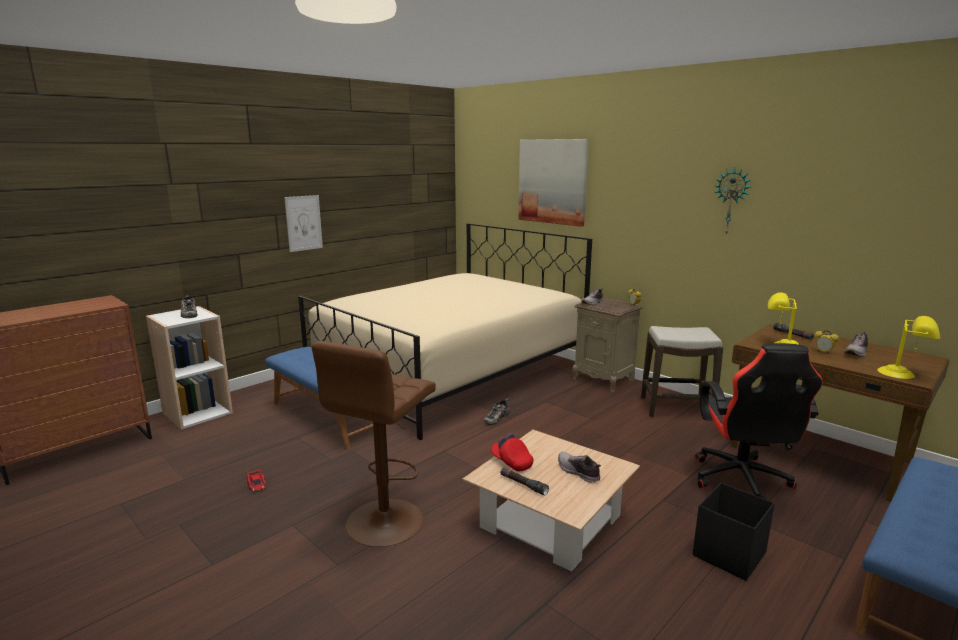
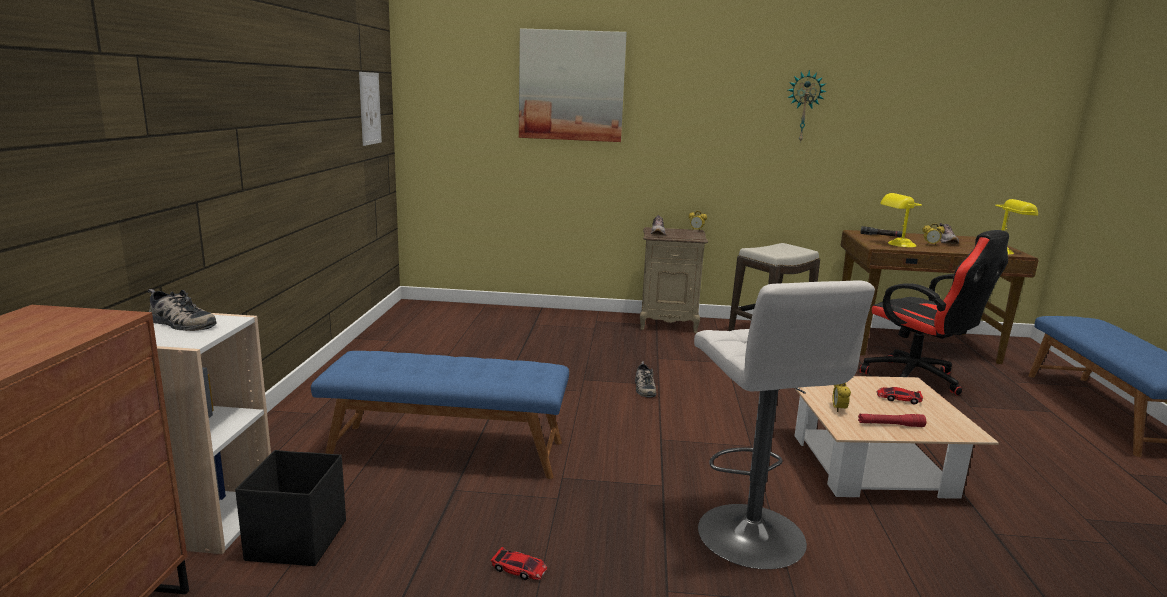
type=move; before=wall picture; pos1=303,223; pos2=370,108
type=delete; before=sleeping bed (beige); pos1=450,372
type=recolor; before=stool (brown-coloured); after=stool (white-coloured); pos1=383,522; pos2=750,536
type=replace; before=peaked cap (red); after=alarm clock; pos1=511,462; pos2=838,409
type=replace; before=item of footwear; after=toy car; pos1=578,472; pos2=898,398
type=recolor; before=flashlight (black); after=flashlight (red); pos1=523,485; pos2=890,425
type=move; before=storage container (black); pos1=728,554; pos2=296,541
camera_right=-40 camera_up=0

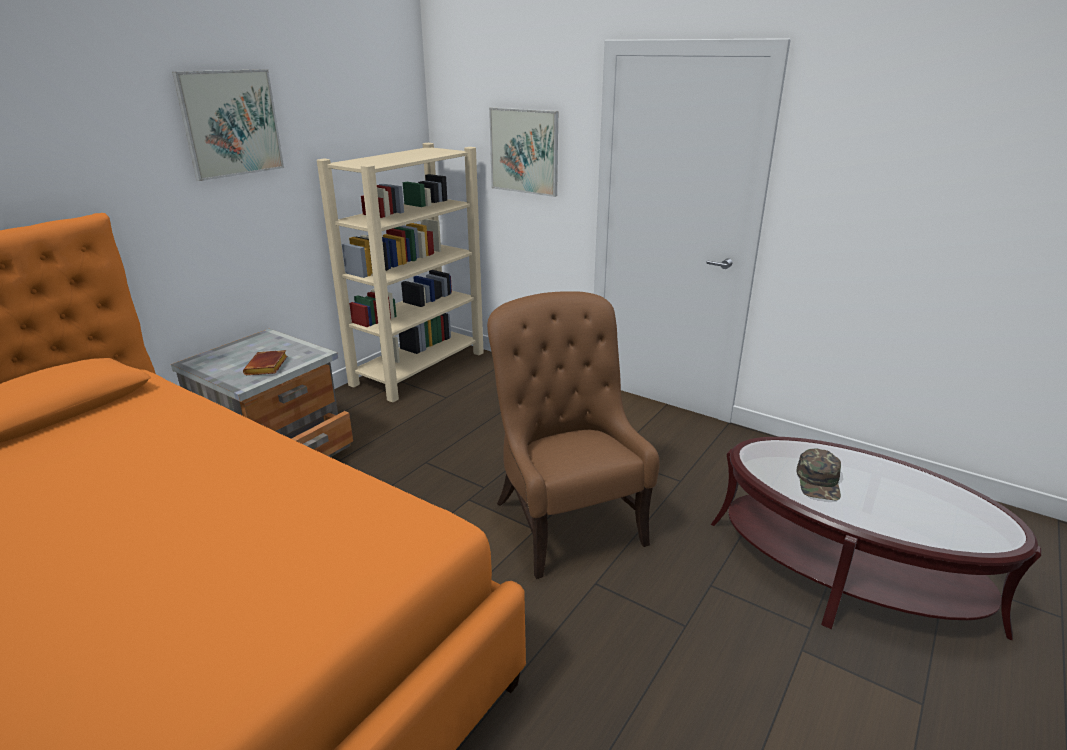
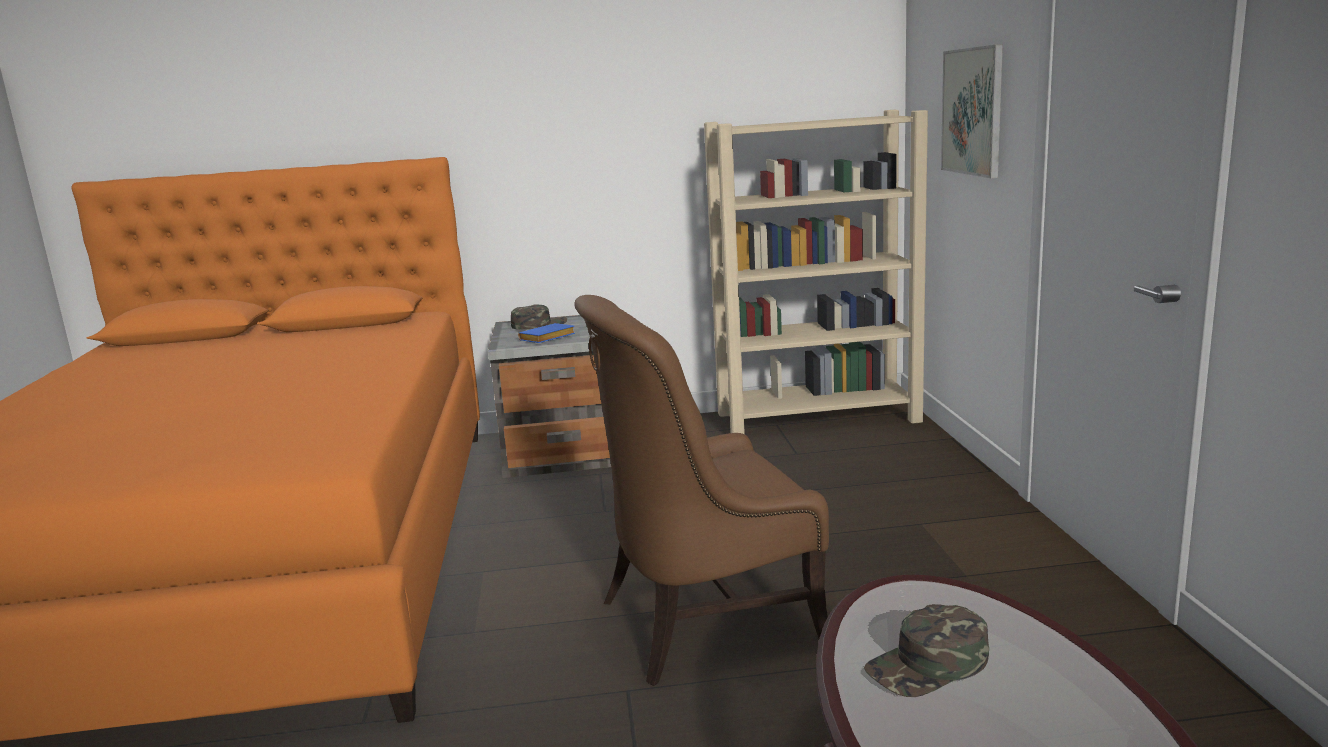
type=delete; before=wall picture; pos1=231,123
type=rotate; before=upright chair (brown-coloured); pos1=566,522; pos2=705,620; turn=-135
type=recolor; before=bound book (brown-coloured); after=bound book (blue-coloured); pos1=267,367; pos2=547,339
type=insert; after=peaked cap (green-coloured); pos2=539,324
camera_right=50 camera_up=-10

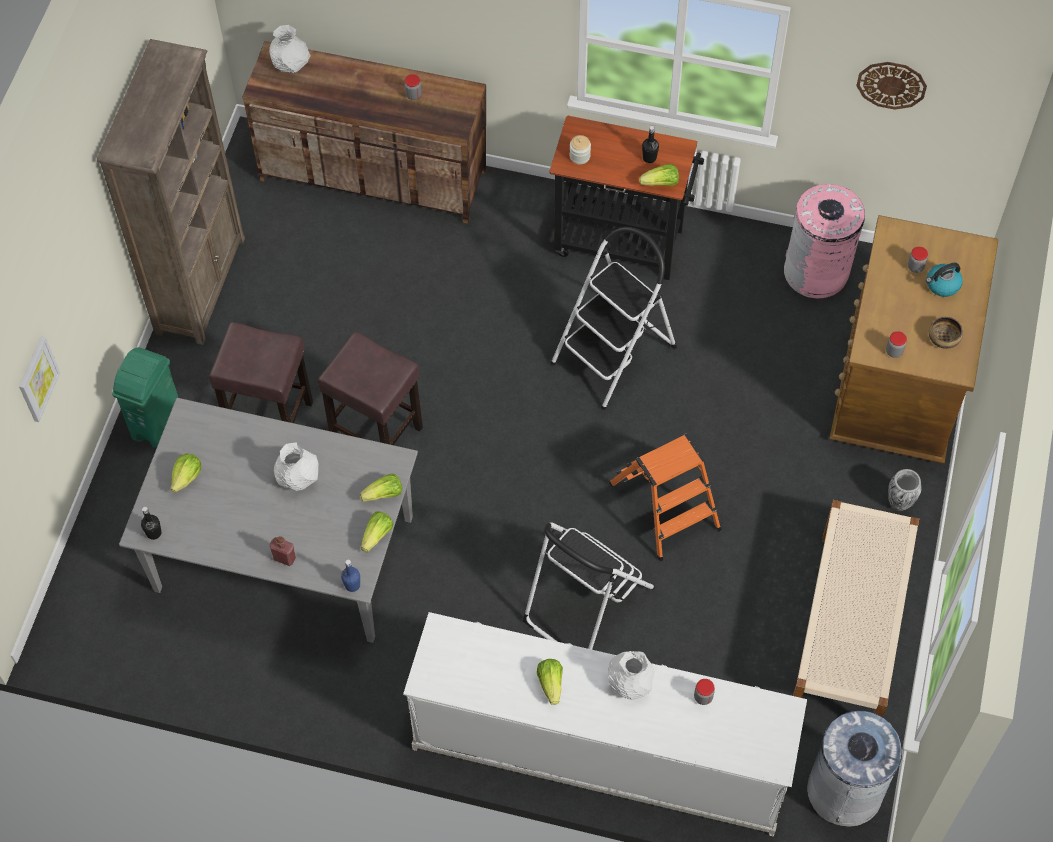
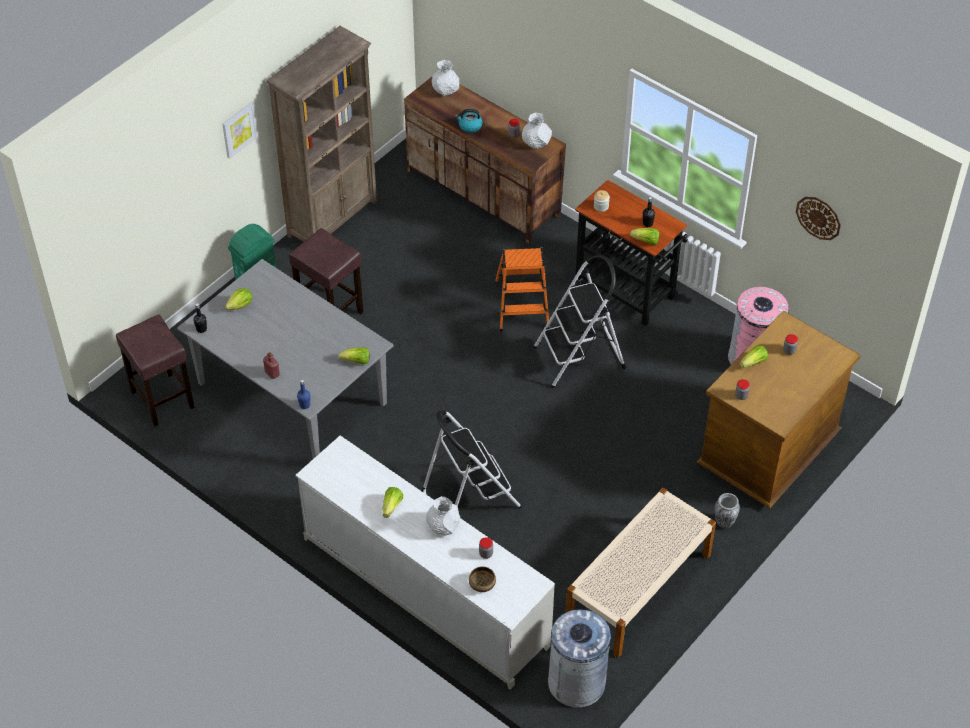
type=move; before=water kettle; pos1=942,285; pos2=469,126
type=move; before=serving bowl; pos1=943,338; pos2=482,584
type=move; before=stool (brown-coloured); pos1=378,434; pos2=163,400
type=move; before=wall picture; pos1=37,379; pos2=239,129
type=move; before=step ladder (orange-coloured); pos1=664,506; pos2=522,304
type=move; before=vase (white-coloured); pos1=299,478; pos2=537,143
type=move; before=lettuce; pos1=377,535; pos2=753,362
camera_right=25 camera_up=-10

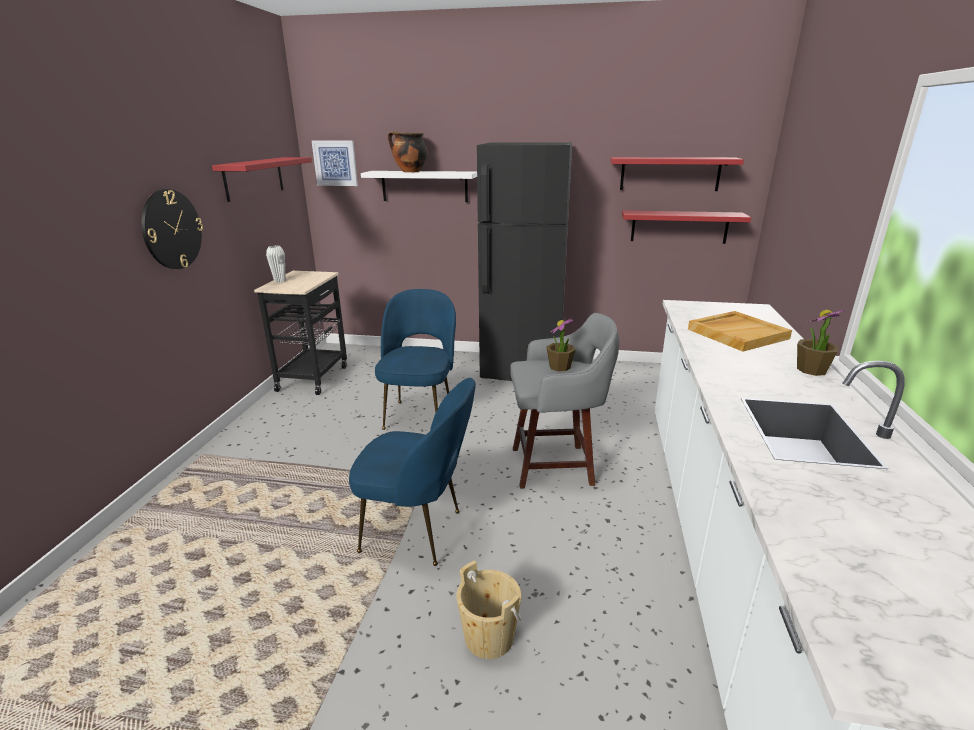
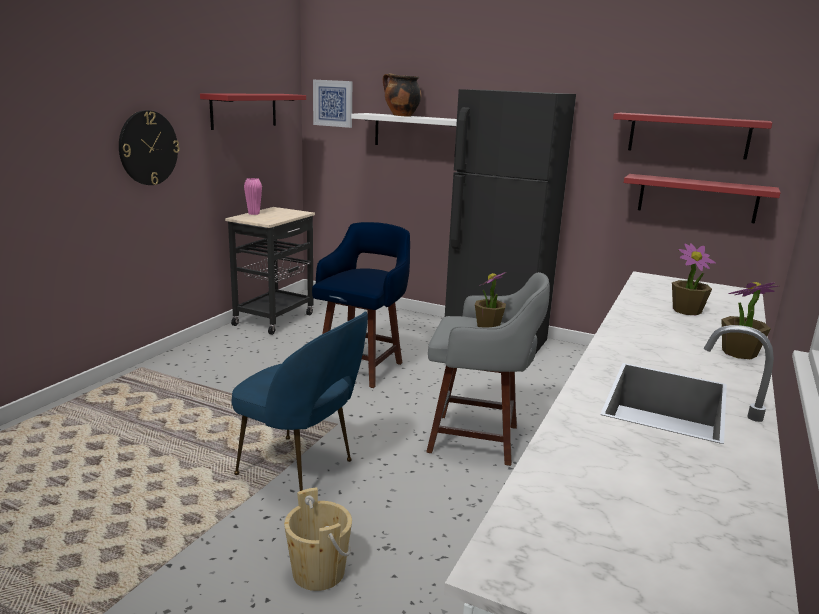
type=recolor; before=vase (white-coloured); after=vase (pinkish); pos1=280,281; pos2=254,213
type=replace; before=upright chair (blue-coloured); after=stool (blue-coloured); pos1=420,414; pos2=362,367
type=replace; before=serving tray (beige); after=houseplant; pos1=737,333; pos2=687,310
camera_right=15 camera_up=-5

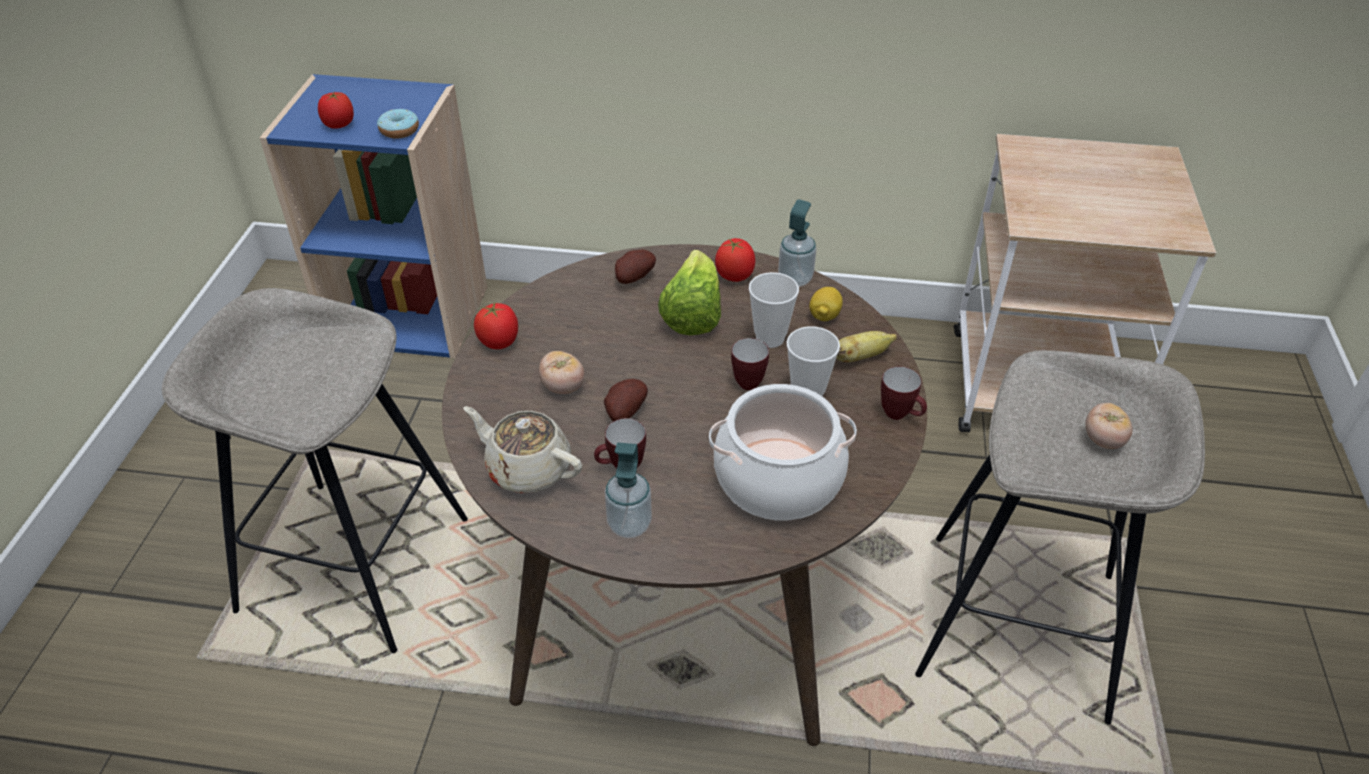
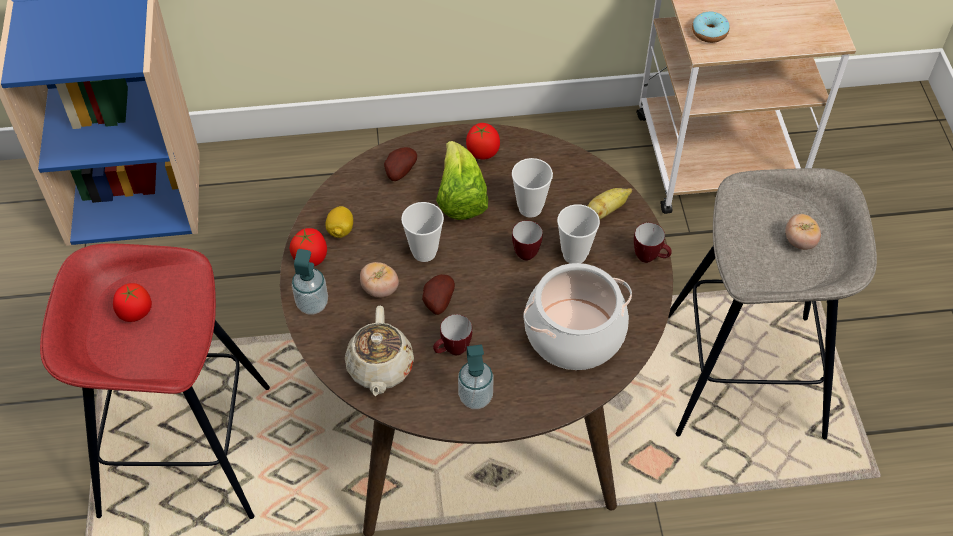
type=move; before=fresh tomato; pos1=339,125; pos2=135,313
type=move; before=ring doughnut; pos1=399,131; pos2=709,32
type=move; before=soap bottle; pos1=795,279; pos2=312,304
type=move; before=whole lemon; pos1=824,316; pos2=340,230
type=recolor; before=stool (greyish); after=stool (red); pos1=355,563; pos2=185,449
type=rotate; before=pot for tea (beige); pos1=527,468; pos2=380,368; turn=-105
type=insert; after=small cup; pos2=424,252
camera_right=-15 camera_up=10

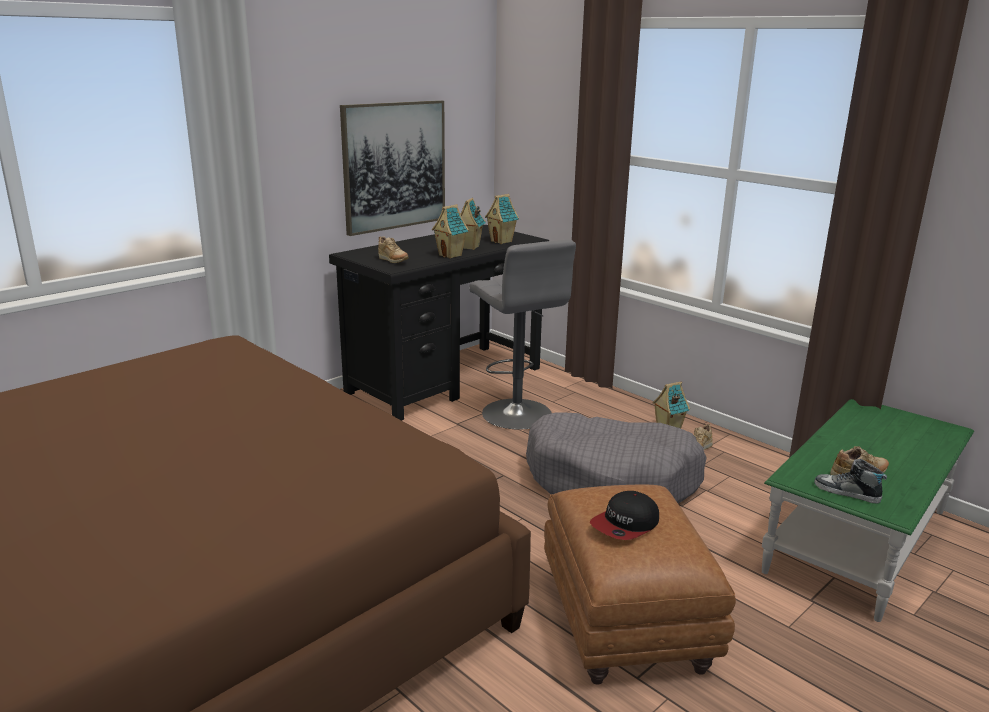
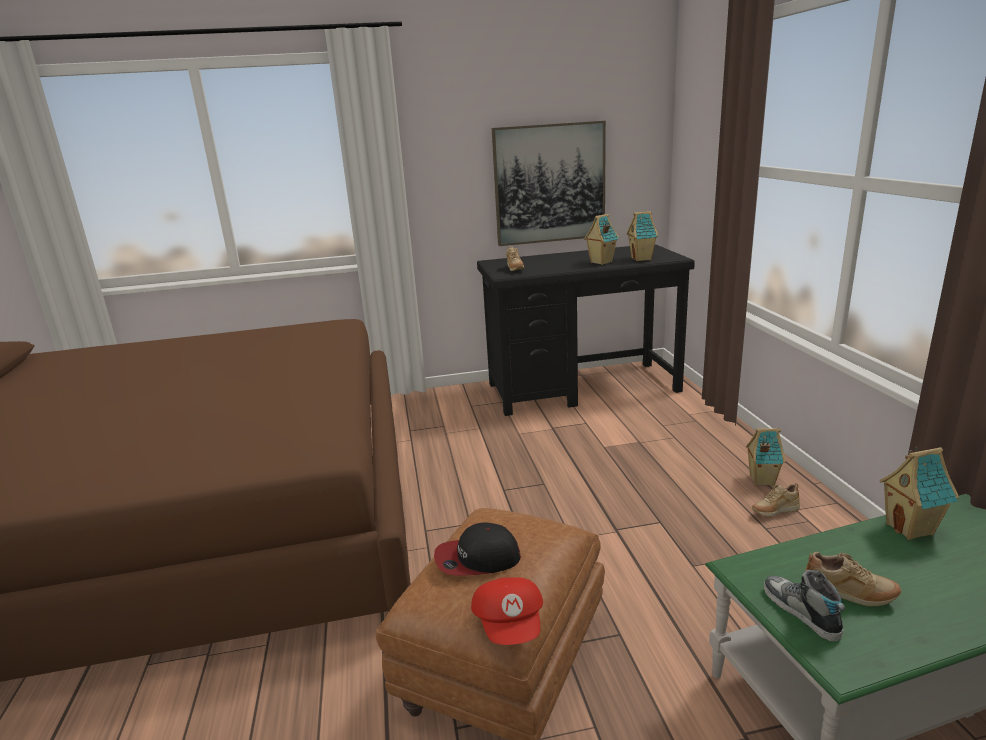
type=move; before=toy house; pos1=451,255; pos2=911,529
type=delete; before=stool (greyish); pos1=516,414
type=delete; before=dog cushion (greyish); pos1=612,480
type=insert; after=peaked cap (red); pos2=510,625
camera_right=35 camera_up=0

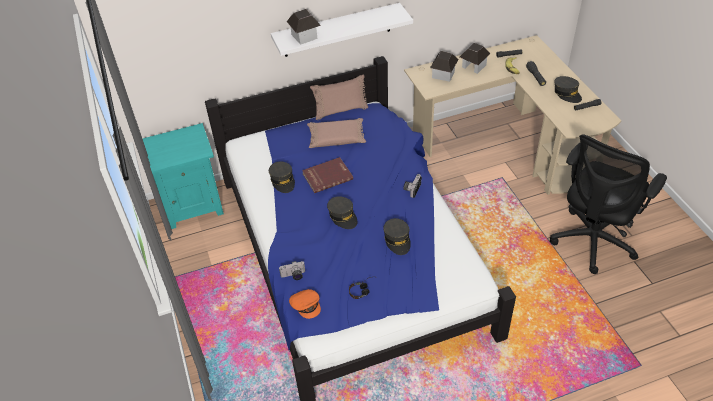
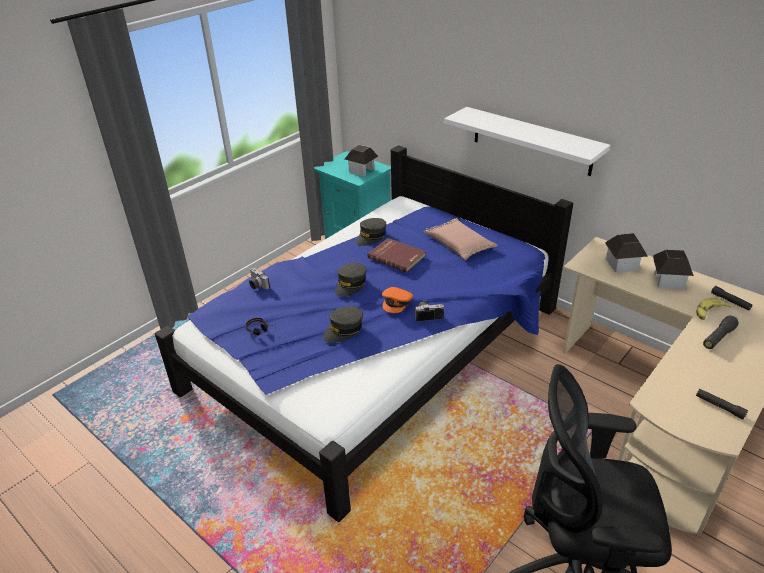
type=move; before=toy house; pos1=304,36; pos2=362,170
type=delete; before=pillow (beige); pos1=340,110
type=delete; before=peaked cap (greyish); pos1=567,93
type=move; before=peaked cap (orange-coloured); pos1=306,305; pos2=397,302
camera_right=60 camera_up=-10

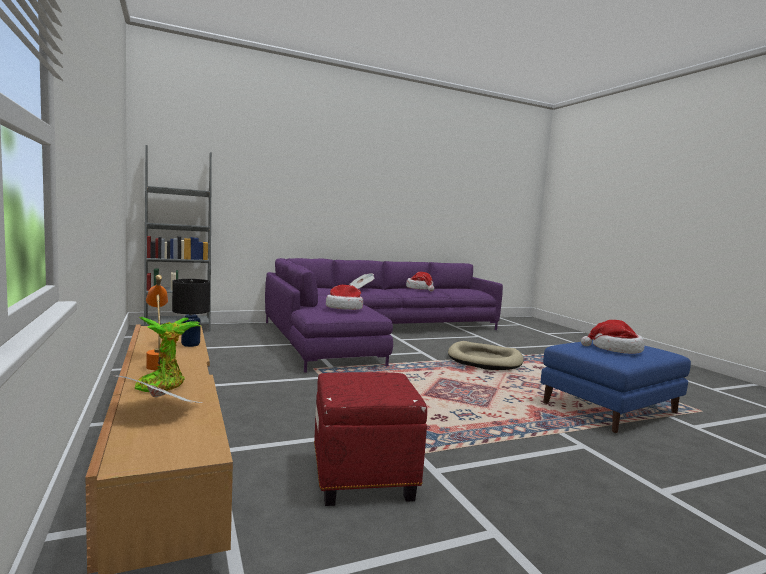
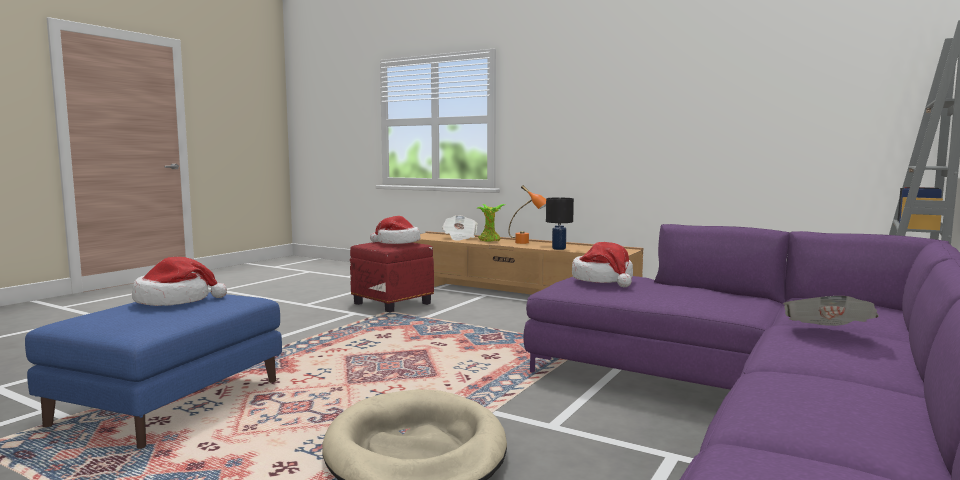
type=move; before=wearable hat; pos1=420,289; pos2=397,243
camera_right=145 camera_up=0

